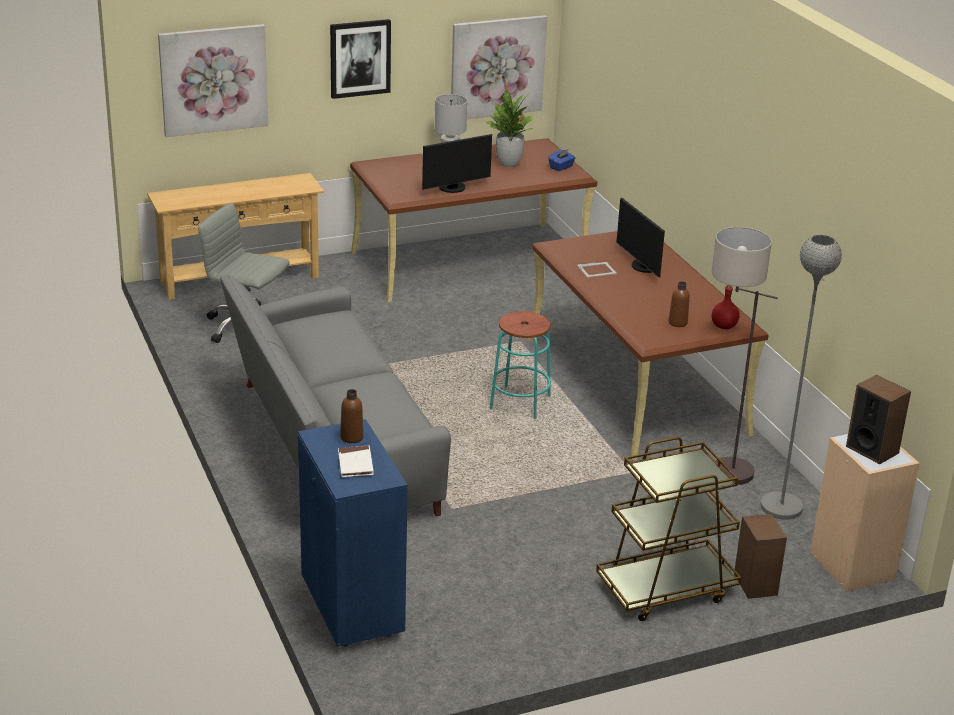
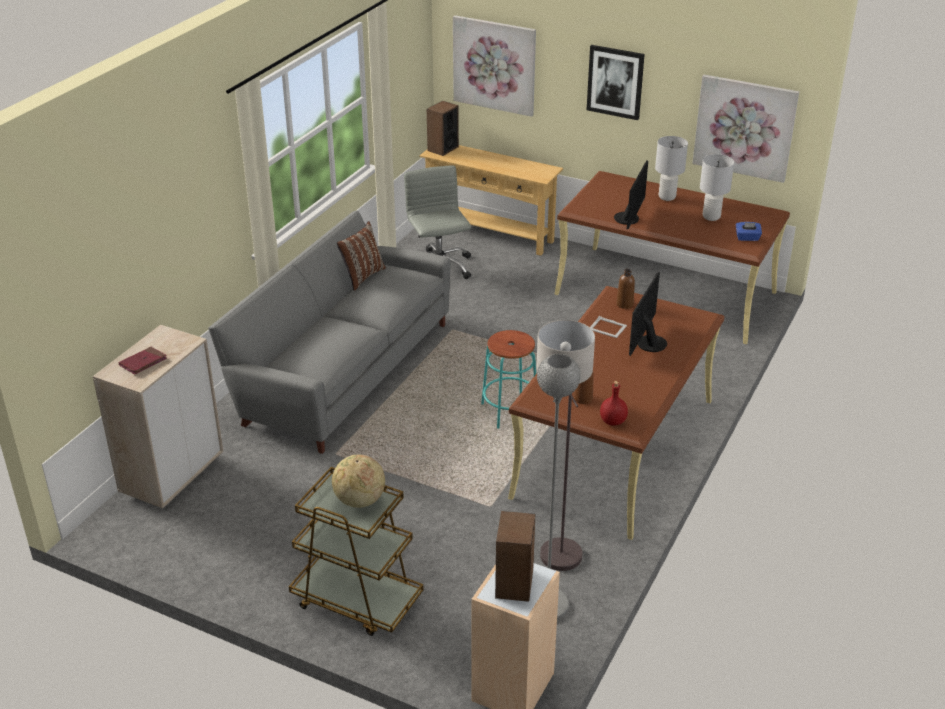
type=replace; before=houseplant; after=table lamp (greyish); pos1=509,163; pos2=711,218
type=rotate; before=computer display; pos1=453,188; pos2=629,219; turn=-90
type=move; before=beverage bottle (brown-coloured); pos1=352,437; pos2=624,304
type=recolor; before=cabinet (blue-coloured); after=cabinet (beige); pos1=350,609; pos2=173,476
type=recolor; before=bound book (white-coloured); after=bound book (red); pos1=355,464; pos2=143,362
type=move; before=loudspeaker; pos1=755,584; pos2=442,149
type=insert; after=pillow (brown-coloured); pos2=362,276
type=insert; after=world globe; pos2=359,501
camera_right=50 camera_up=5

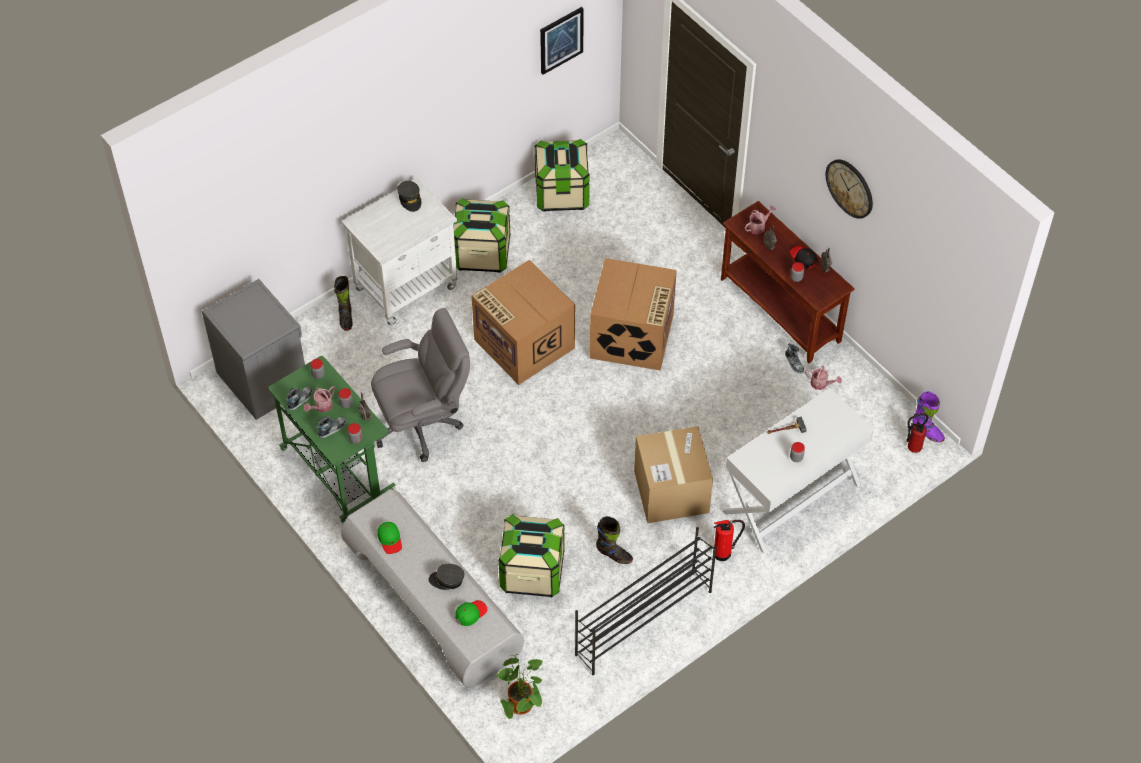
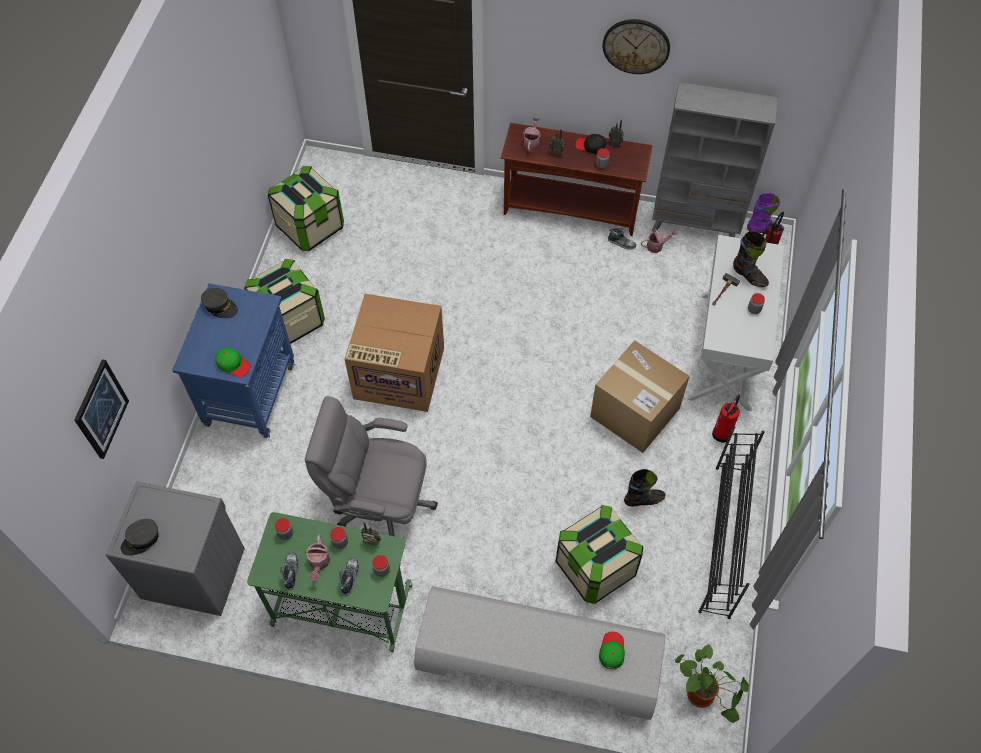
type=move; before=wall picture; pos1=561,40; pos2=101,409
type=recolor; before=wheeled cart (white-coloured); after=wheeled cart (blue-coloured); pos1=407,288; pos2=251,394
type=delete; before=cardboard box; pos1=632,337
type=move; before=boot (black); pos1=345,318; pos2=749,276
type=rotate; before=office chair (greyish); pos1=423,423; pos2=379,505; turn=-105
type=move; before=peaked cap (green-coloured); pos1=390,539; pos2=233,364
type=move; before=peaked cap (greyish); pos1=447,580; pos2=141,540
type=insert; after=shelving unit (greyish); pos2=695,225
camera_right=-40 camera_up=5

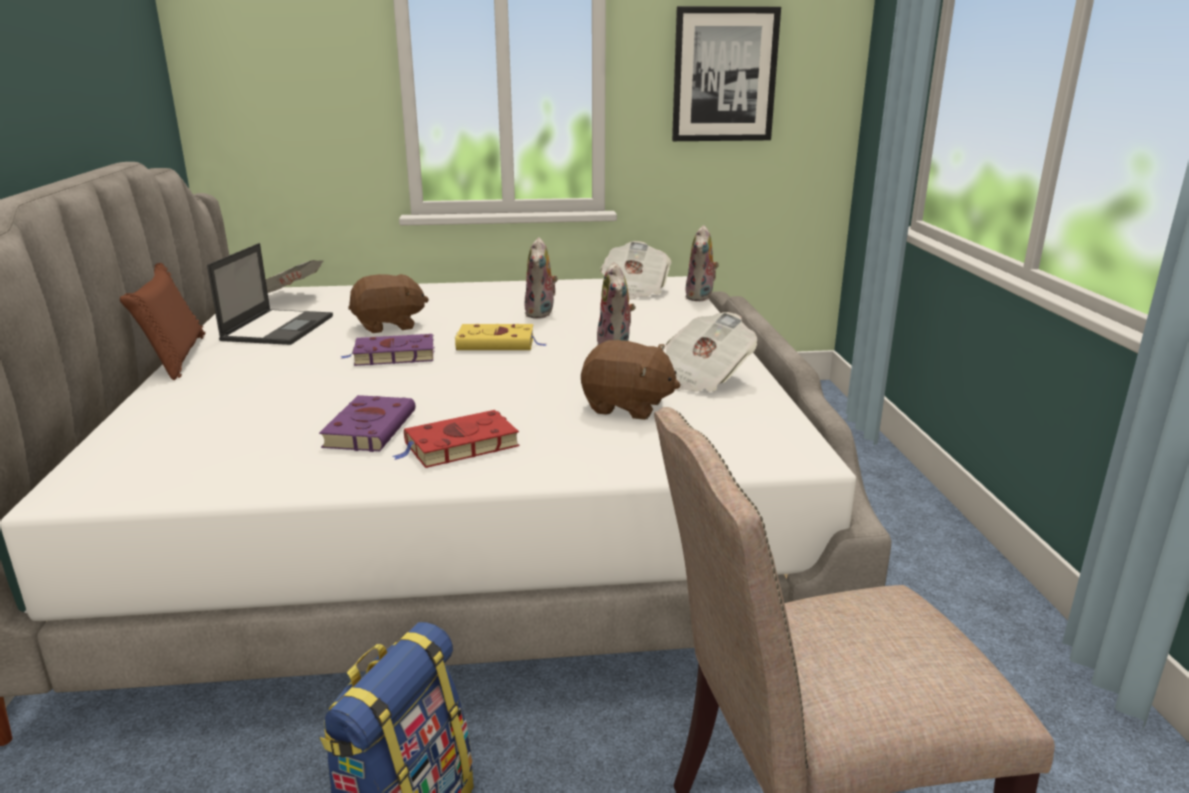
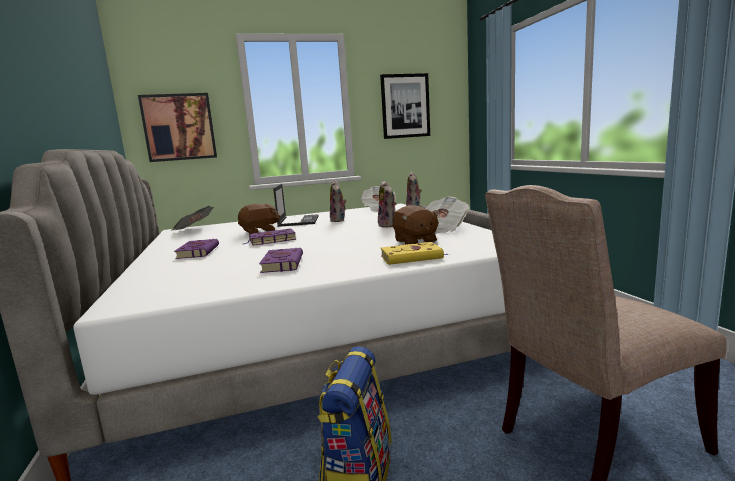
type=move; before=laptop; pos1=278,327; pos2=298,221
type=delete; before=pillow (brown-coloured); pos1=175,357
type=move; before=bound book (yellow); pos1=498,343; pos2=413,257
type=rotate; before=soft toy (brown-coloured); pos1=627,407; pos2=415,241; turn=60
type=delete; before=bound book (red); pos1=458,446
type=insert; after=wall picture; pos2=179,127
type=insert; after=bound book (purplish); pos2=198,252
camera_right=-10 camera_up=-10

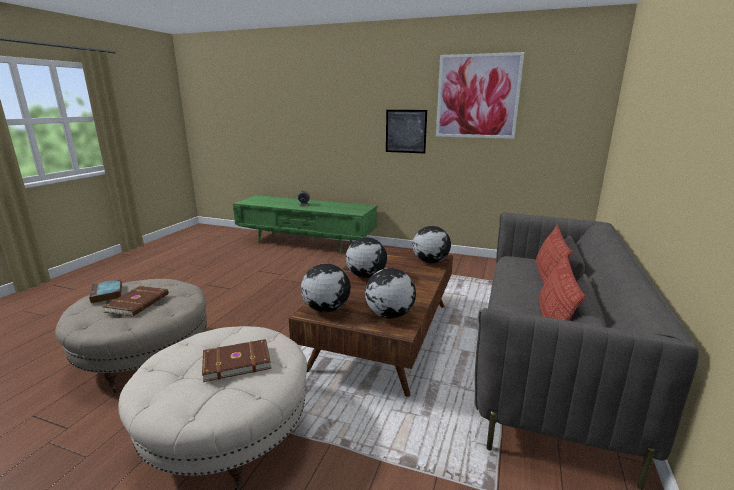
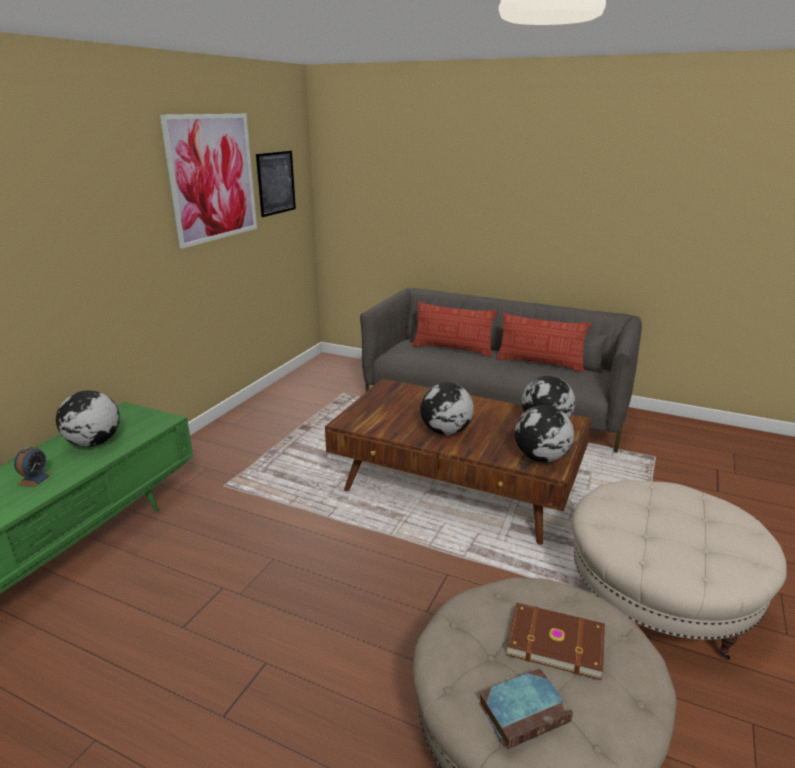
type=move; before=wall picture; pos1=406,131; pos2=276,183
type=move; before=world globe; pos1=430,261; pos2=93,443
type=delete; before=bound book (brown-coloured); pos1=236,361
camera_right=-85 camera_up=5

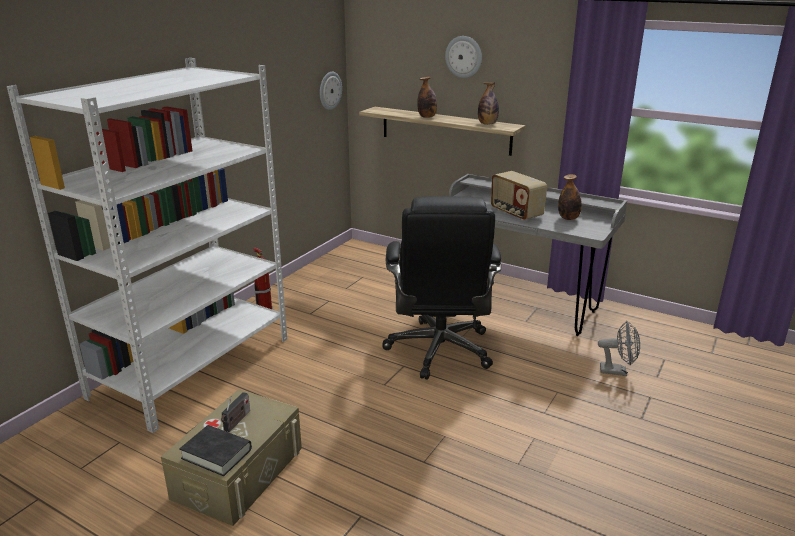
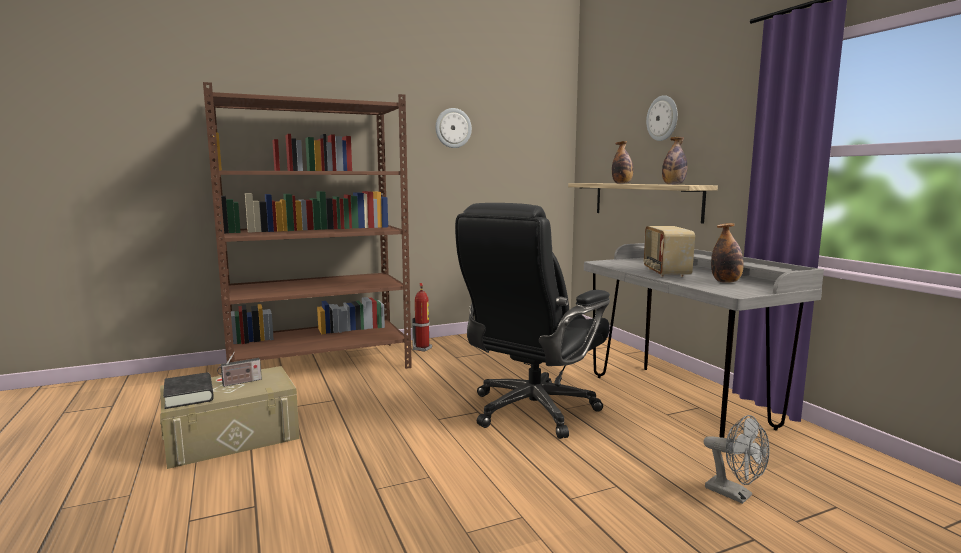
type=recolor; before=shelving unit (white-coloured); after=shelving unit (brown-coloured); pos1=193,367; pos2=319,366
type=move; before=hanging clock; pos1=329,90; pos2=453,128
camera_right=35 camera_up=-15

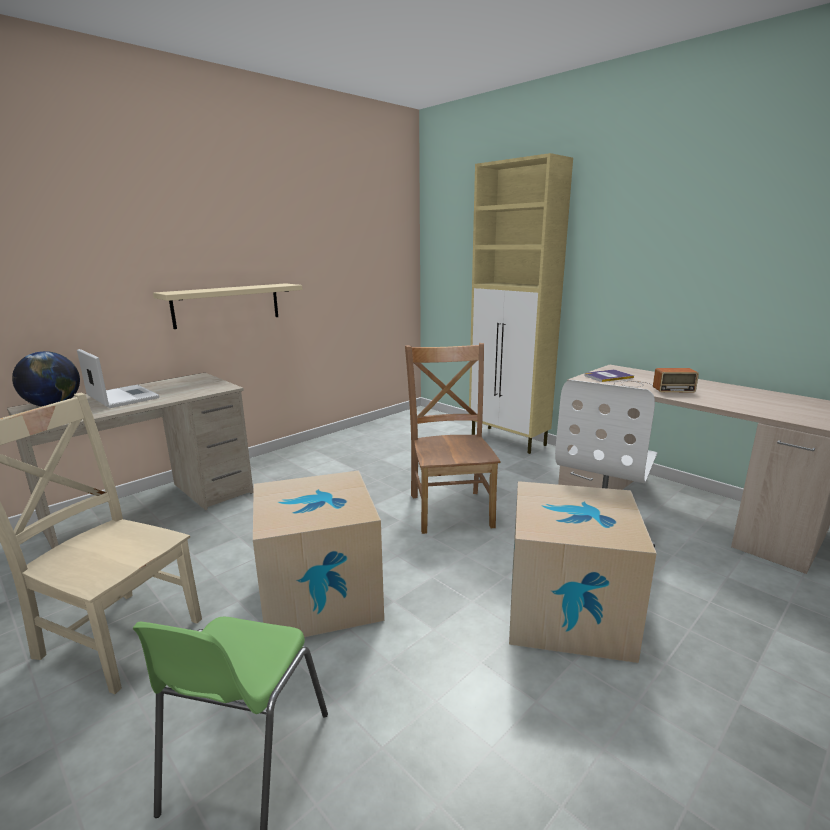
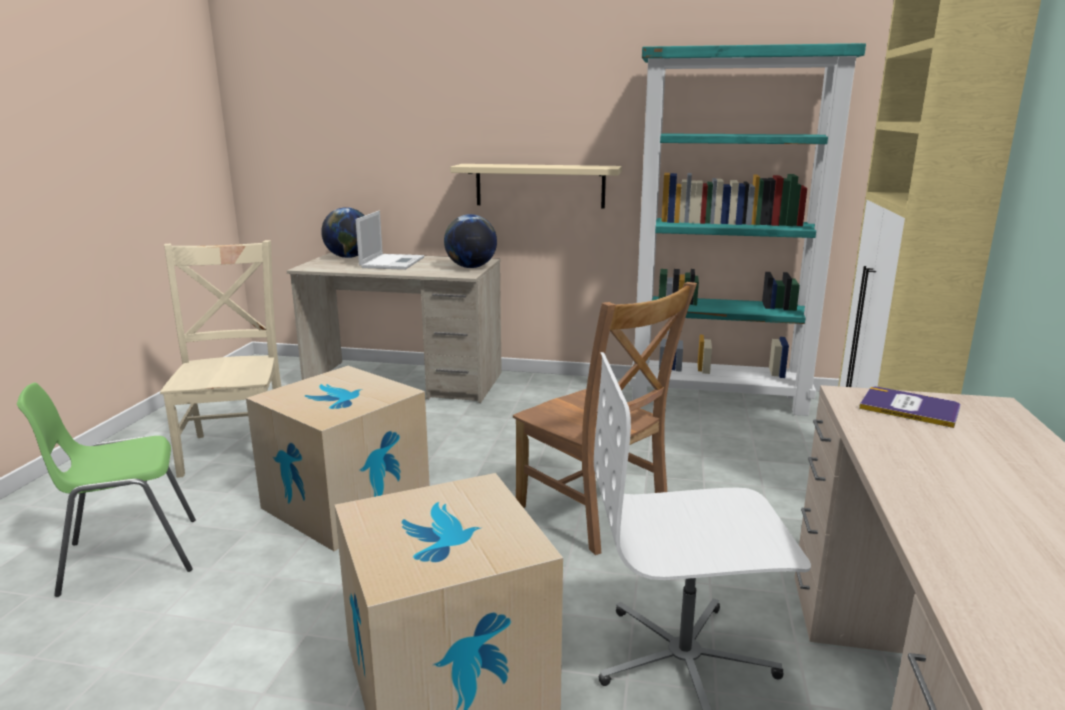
type=rotate; before=upright chair (brown-coloured); pos1=451,508; pos2=595,513; turn=90
type=delete; before=radio set; pos1=649,387
type=insert; after=shelving unit (blue-green); pos2=718,398
type=insert; after=world globe; pos2=471,267
camera_right=55 camera_up=0

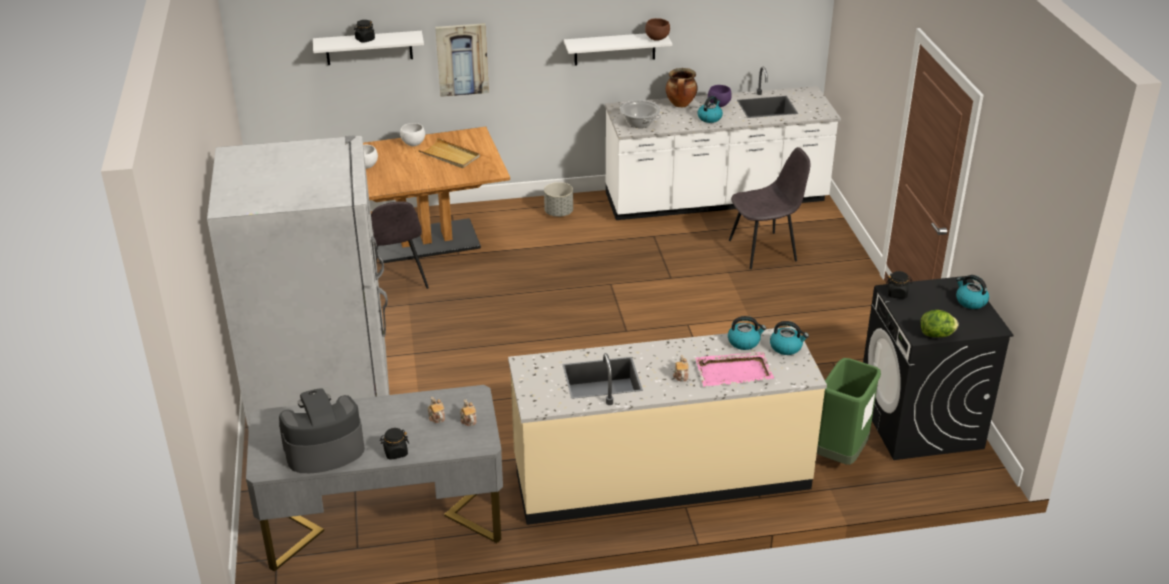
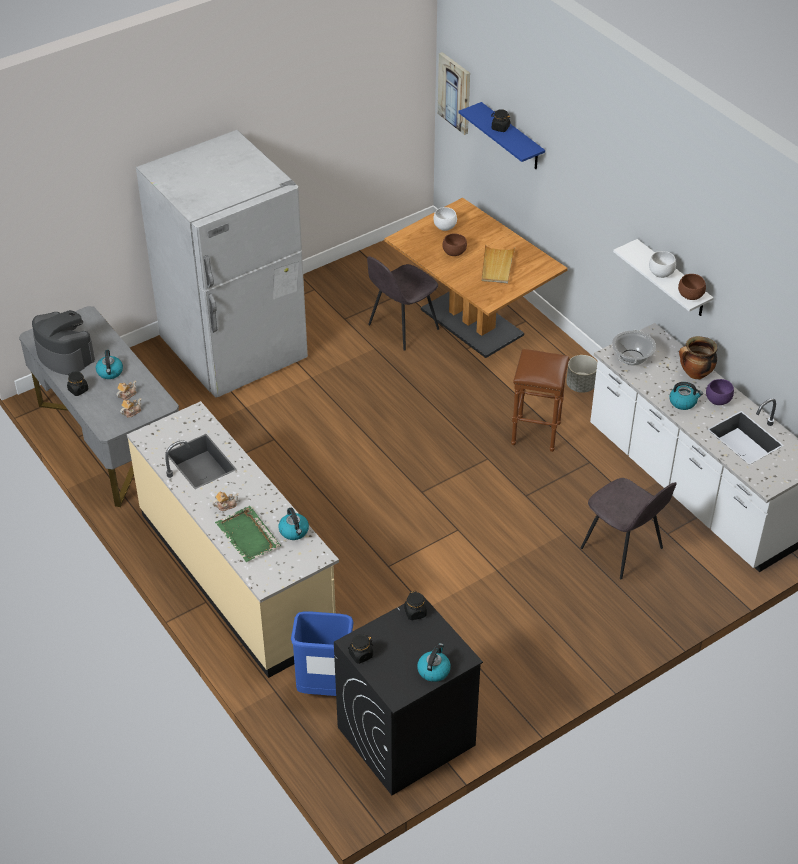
type=move; before=wall picture; pos1=462,59; pos2=455,93
type=recolor; before=bracket shelf (white-coloured); after=bracket shelf (blue-coloured); pos1=369,48; pos2=512,137
type=move; before=serving bowl (white-coloured); pos1=413,144; pos2=660,273
type=replace; before=lettuce; after=storage jar (black); pos1=937,335; pos2=360,655
type=move; before=water kettle; pos1=786,347; pos2=110,372
type=recolor; before=serving tray (pinkish); after=serving tray (green-coloured); pos1=734,371; pos2=248,536
type=recolor; before=waste bin (green-coloured); after=waste bin (blue-coloured); pos1=841,455; pos2=325,688
type=insert; after=serving bowl (brown-coloured); pos2=454,253
type=insert; after=stool (brown-coloured); pos2=536,434
camera_right=65 camera_up=10

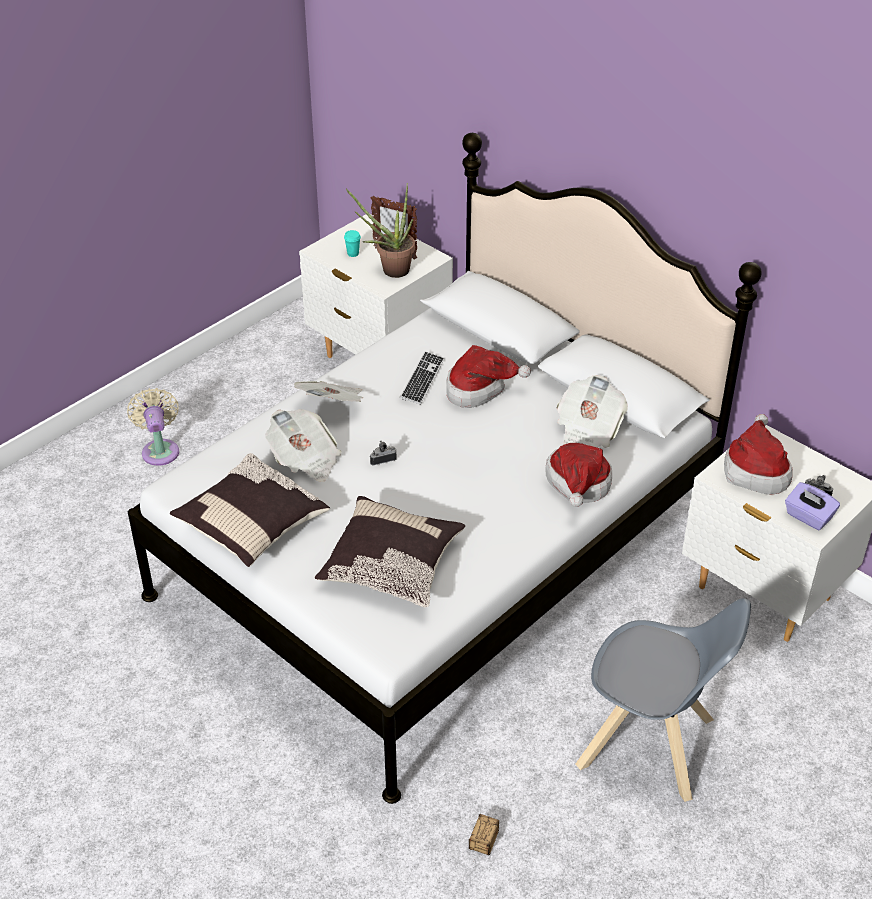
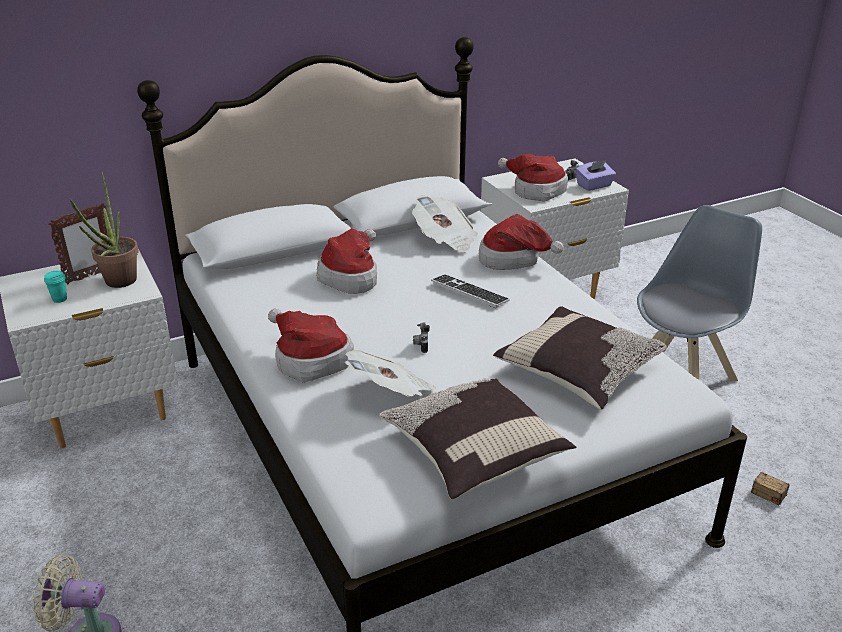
type=move; before=keyboard; pos1=422,379; pos2=469,292
type=replace; before=daily paper; after=wearable hat; pos1=333,405; pos2=309,360
camera_right=-70 camera_up=-10

